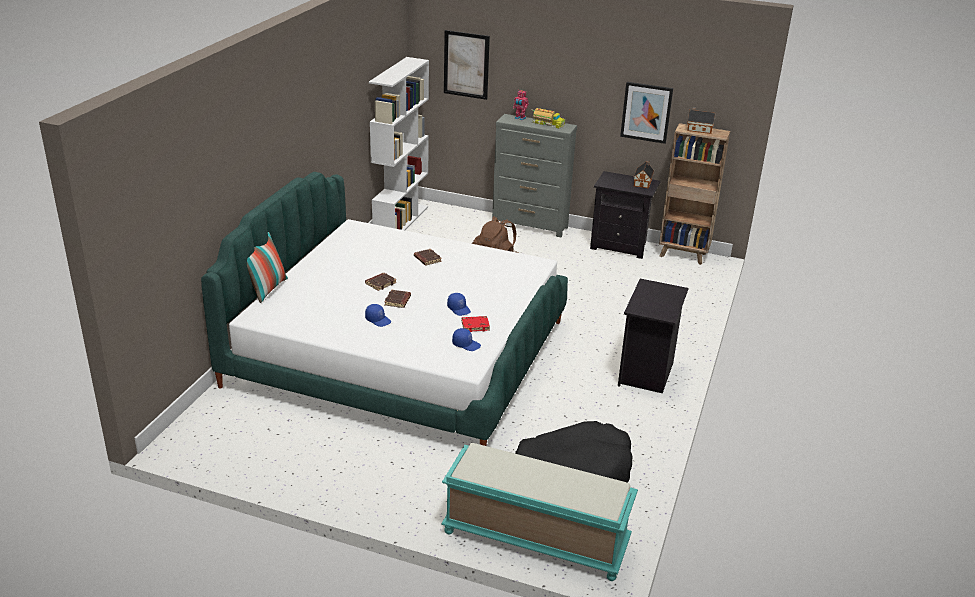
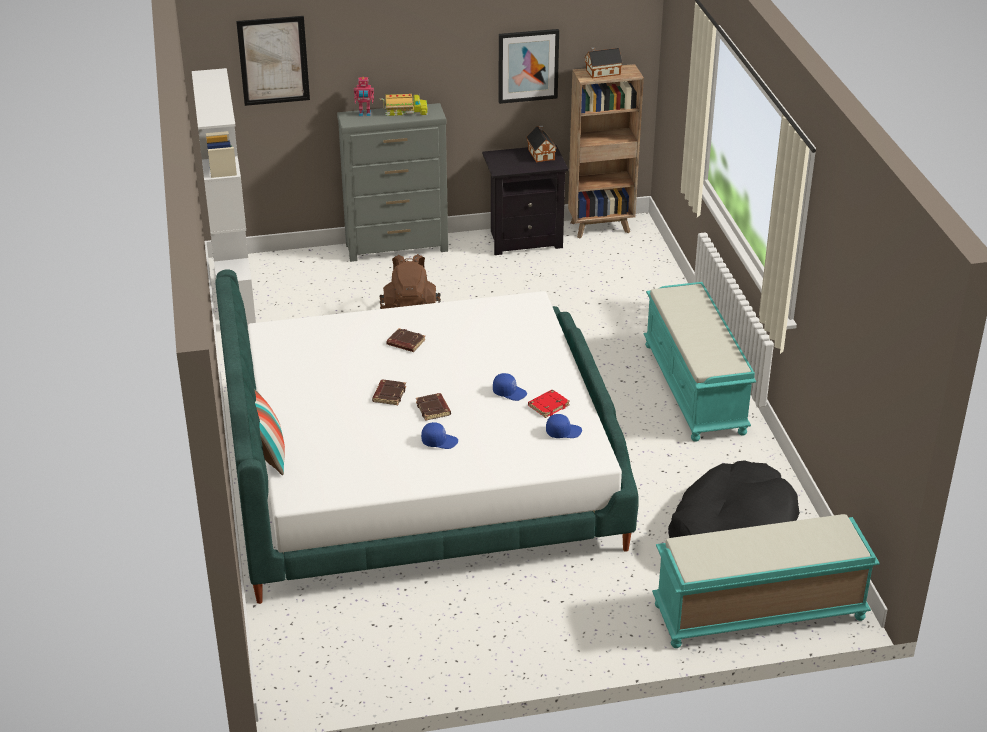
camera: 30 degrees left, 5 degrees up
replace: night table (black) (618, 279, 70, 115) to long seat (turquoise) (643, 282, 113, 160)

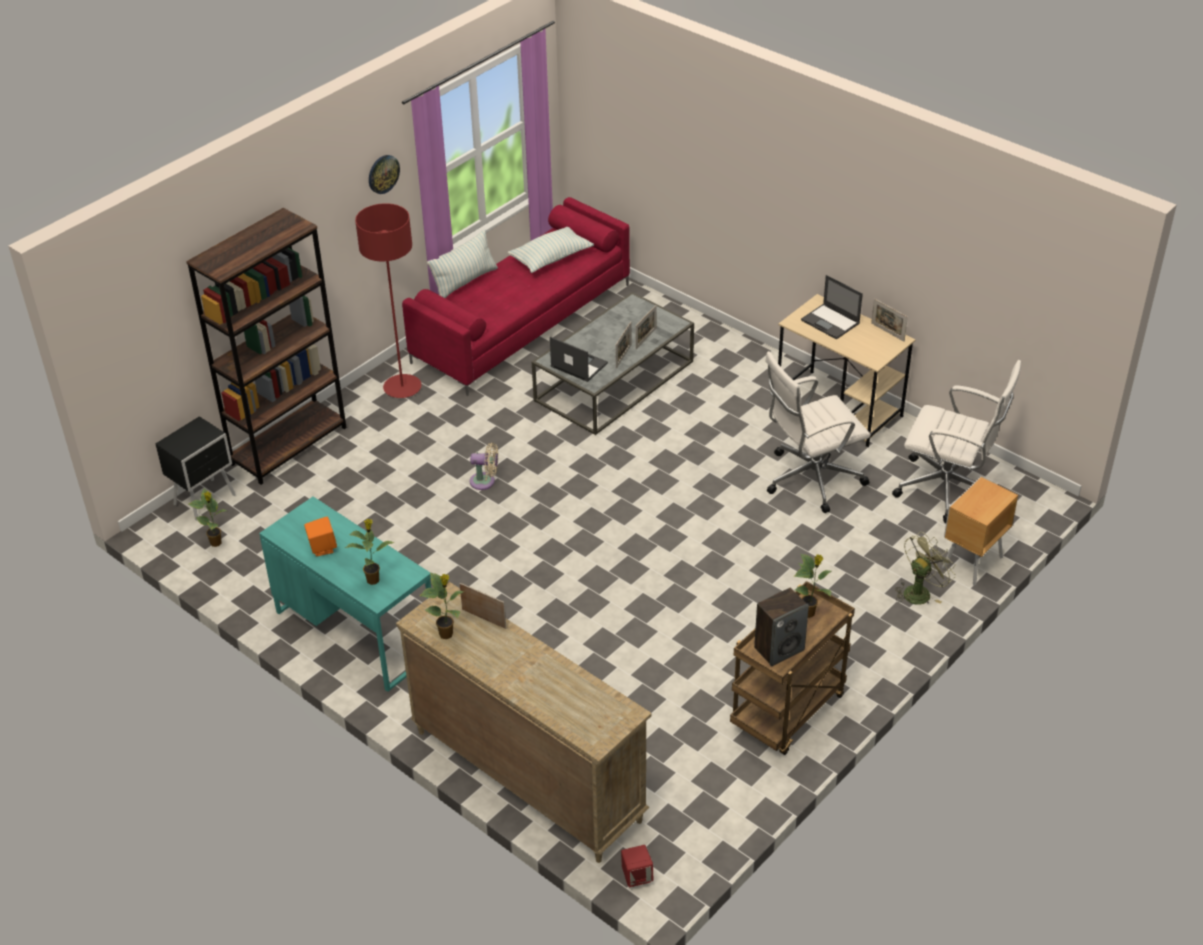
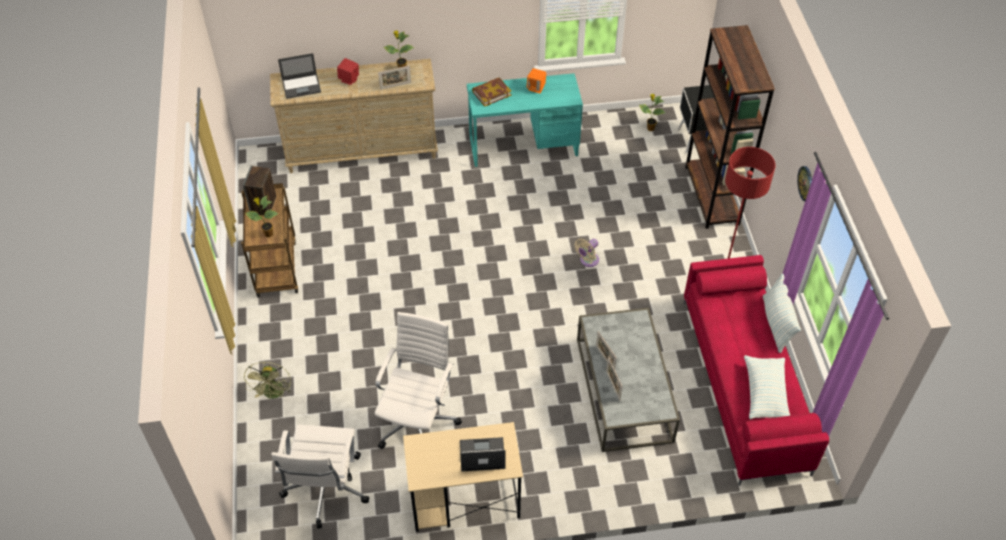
camera: 130 degrees right, 10 degrees up
delete: photo frame (871, 298, 37, 44); night table (brownish) (942, 477, 76, 109)
move: portable computer (550, 337, 58, 45) to (278, 53, 43, 46); audio speaker (red-coloured) (621, 845, 33, 42) to (337, 58, 22, 27)
replace: plant in a pot (345, 519, 50, 66) to volume (472, 77, 39, 30)
rotate: desk chair (white) (892, 360, 129, 163) = (271, 425, 98, 104) 60 degrees counterclockwise

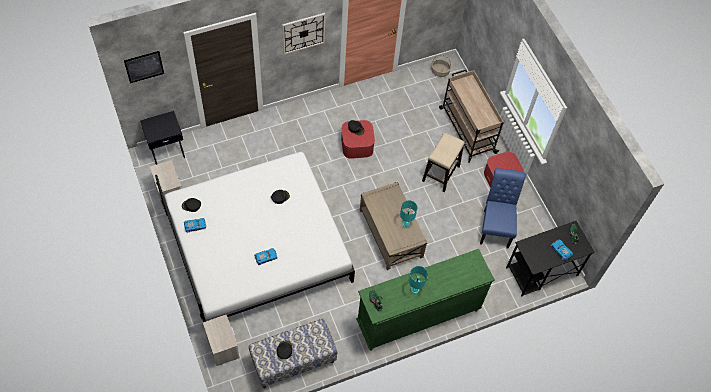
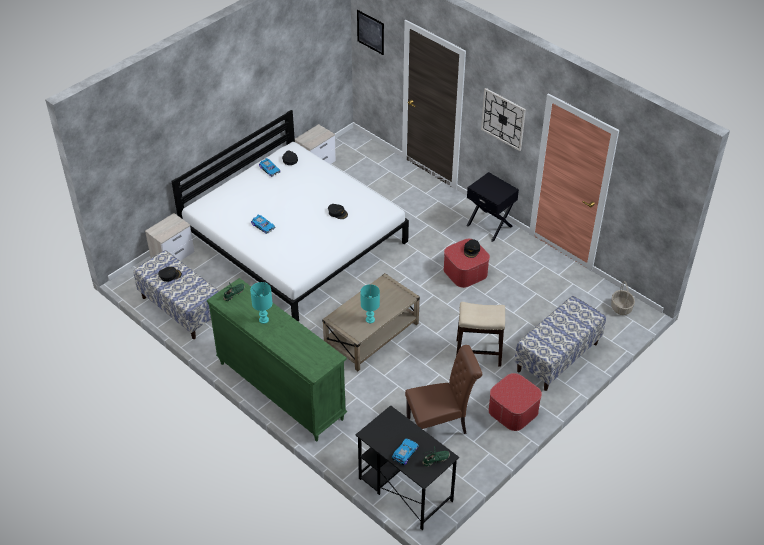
camera: 70 degrees right, 15 degrees down
move: night table (black) (140, 111, 45, 54) to (467, 172, 52, 70)
replace: wheeled cart (beige-coloured) (439, 70, 65, 93) to long seat (514, 296, 92, 95)
recolor: chair (bluish) (480, 168, 46, 81) to chair (brownish) (405, 345, 77, 89)

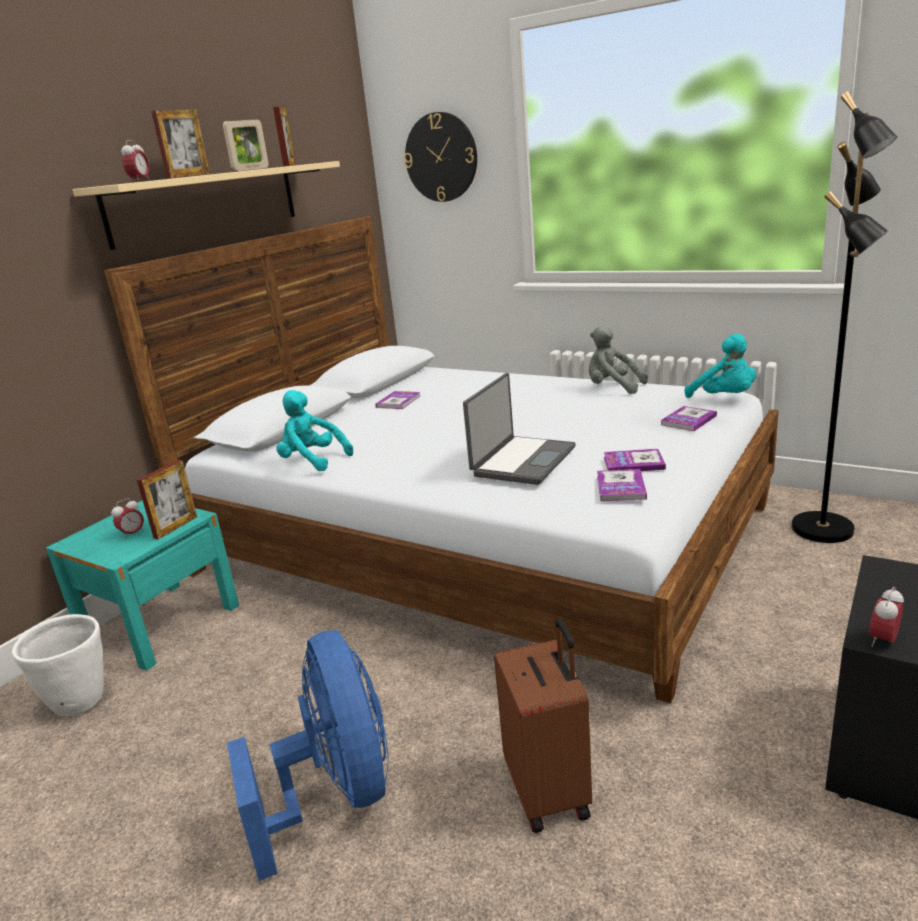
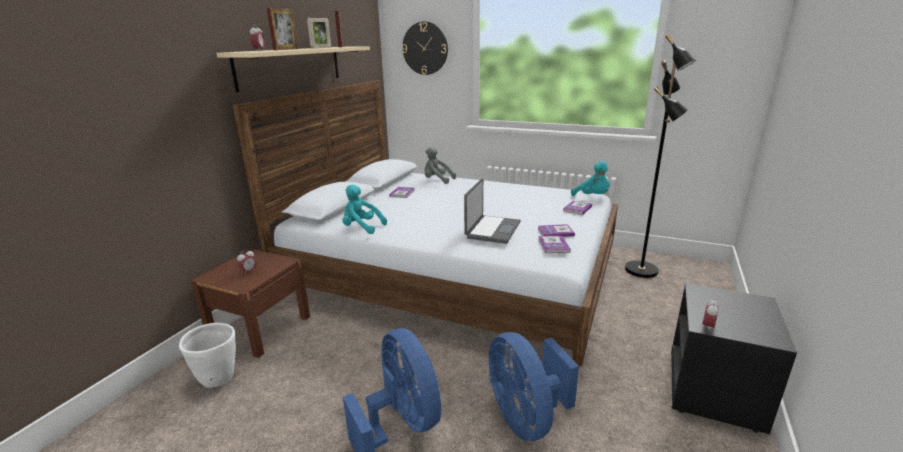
camera: 10 degrees left, 0 degrees up
delete: photo frame (137, 460, 60, 79)
move: soft toy (gray) (589, 326, 59, 68) to (425, 147, 31, 37)
replace: suitcase (brownish) (494, 619, 98, 214) to fan (bluish) (489, 332, 90, 109)
recolor: night table (turquoise) (46, 500, 193, 171) to night table (brownish) (191, 249, 119, 109)

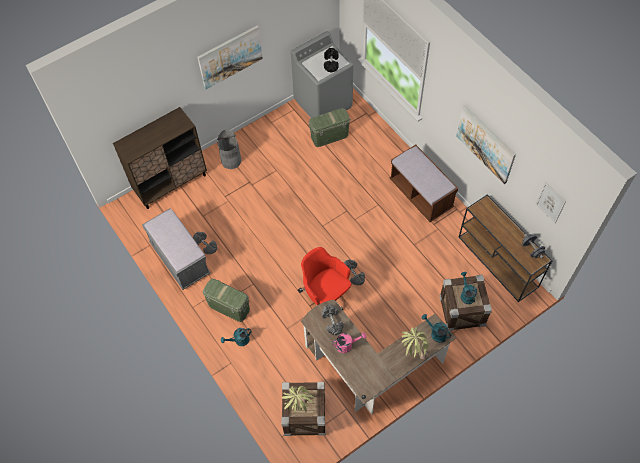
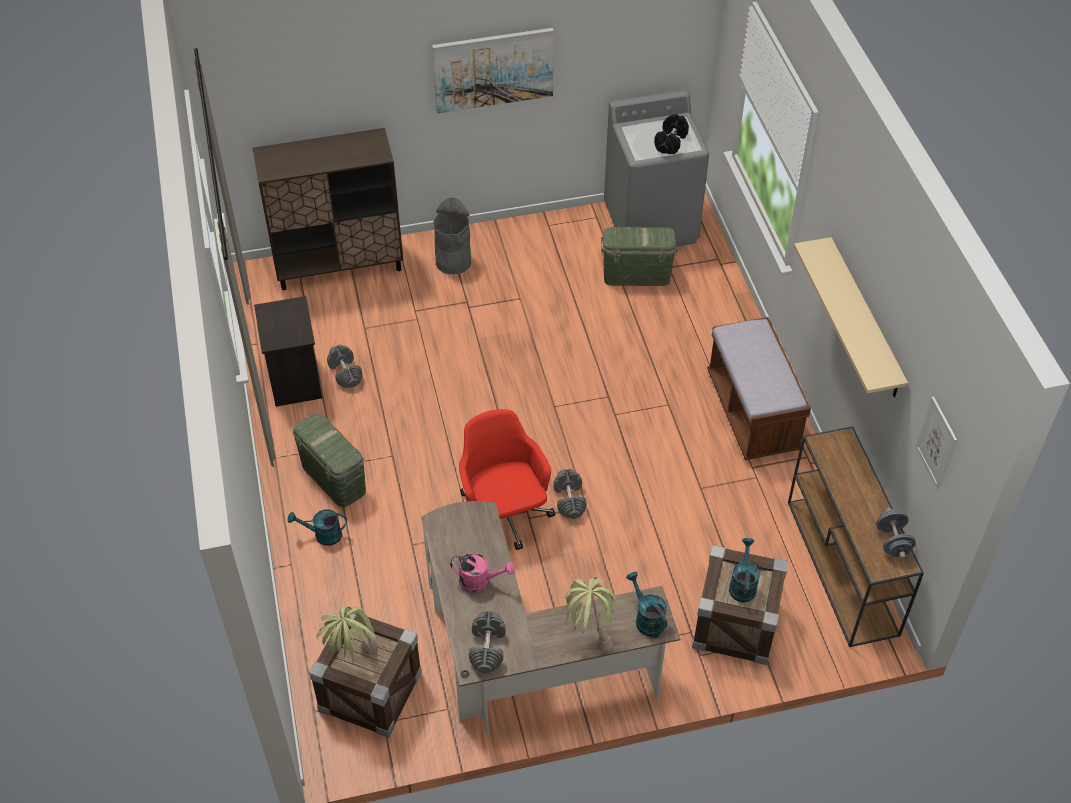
camera: 20 degrees right, 10 degrees down
move: dumbbell (gray) (322, 304, 22, 32) to (469, 611, 37, 62)
replace: long seat (gray) (142, 209, 68, 81) to night table (black) (254, 296, 68, 111); wall picture (456, 105, 60, 79) to bracket shelf (beige-coloured) (794, 237, 114, 160)

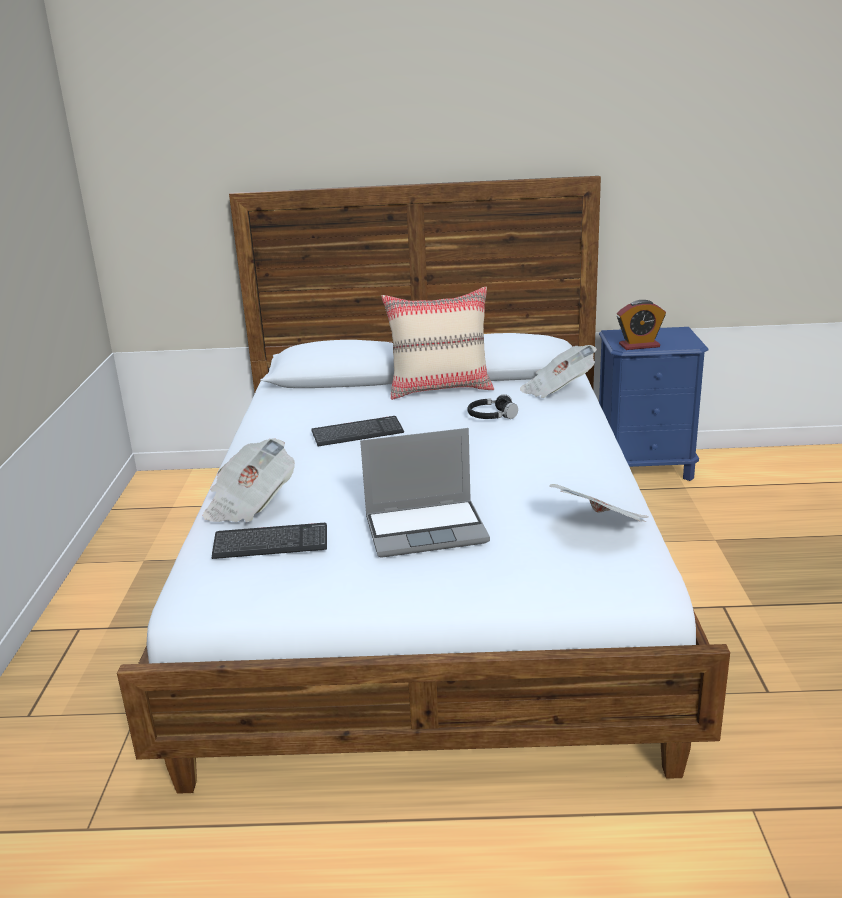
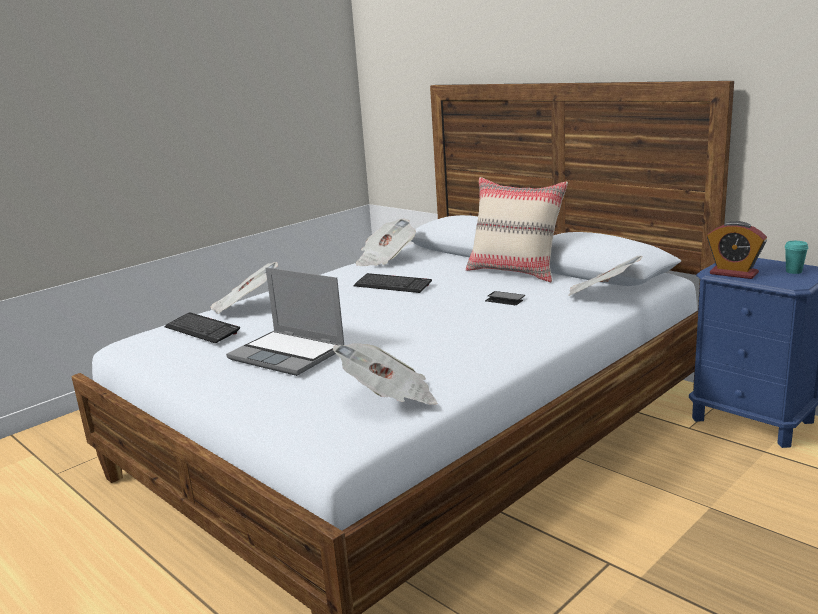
camera: 45 degrees right, 5 degrees down
insert: printed paper (356, 219, 60, 47); small cup (turquoise) (785, 241, 23, 33)
replace: pair of headphones (black) (467, 394, 51, 25) to handset (485, 291, 40, 14)

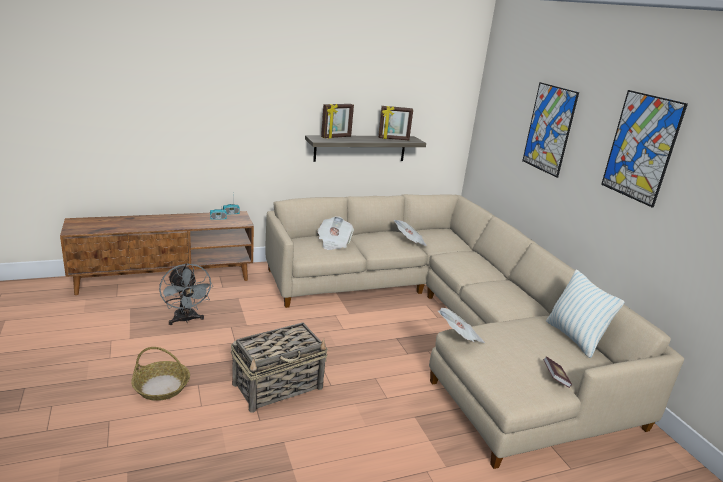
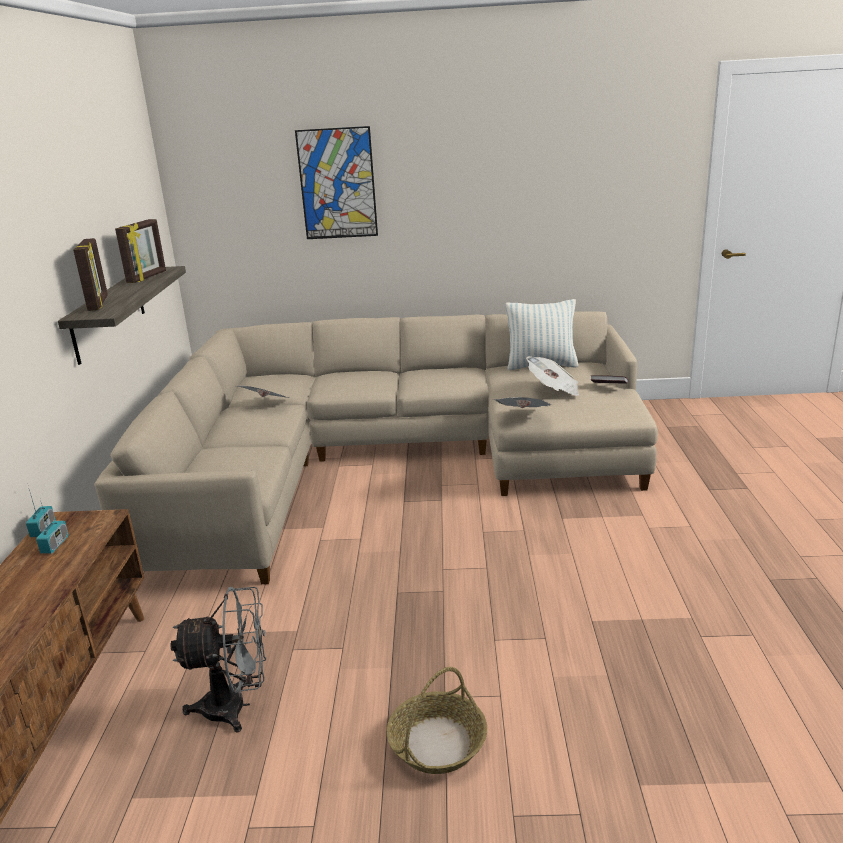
camera: 65 degrees left, 0 degrees up
delete: storage basket (231, 322, 97, 91); wall picture (601, 90, 87, 118)
move: printed paper (317, 216, 37, 34) to (526, 356, 53, 40)

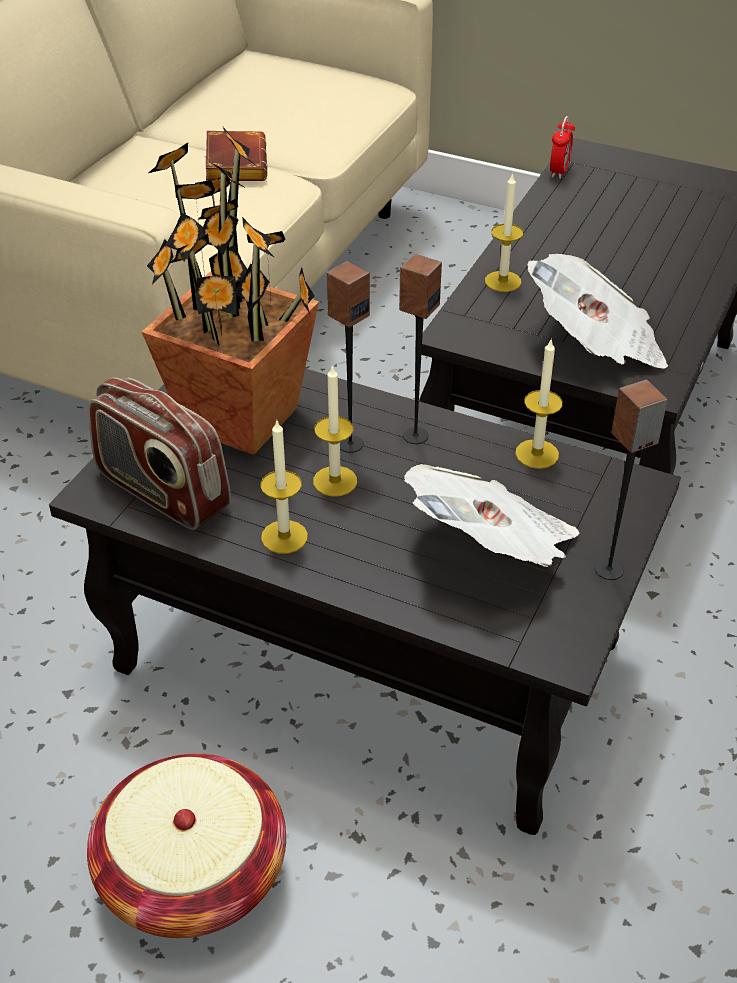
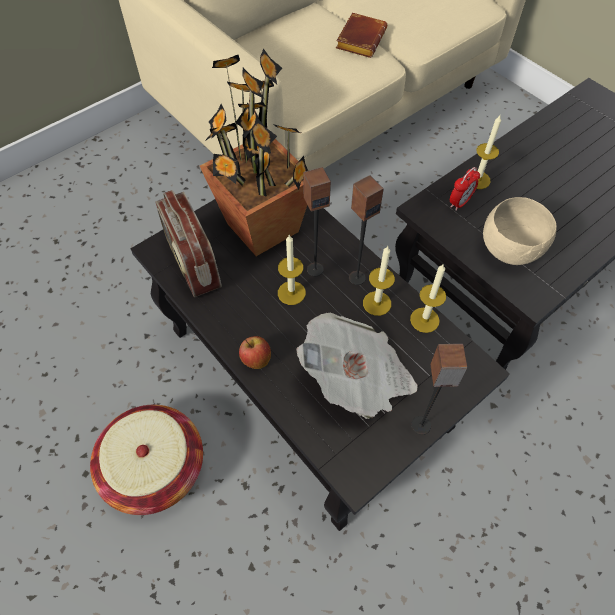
camera: 25 degrees right, 15 degrees up
insert: whole apple (239, 336, 32, 33)
move: wax candle (260, 421, 48, 133) to (363, 246, 32, 70); bedside clock (550, 116, 25, 63) to (450, 167, 30, 44)
replace: printed paper (527, 254, 142, 115) to serving bowl (beige-coloured) (483, 197, 74, 68)

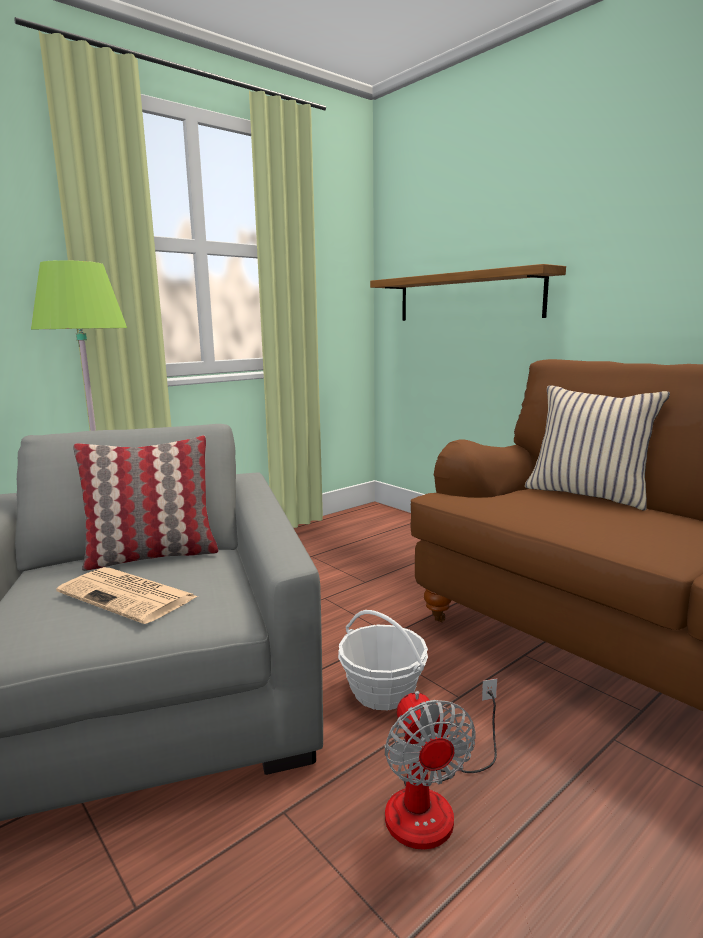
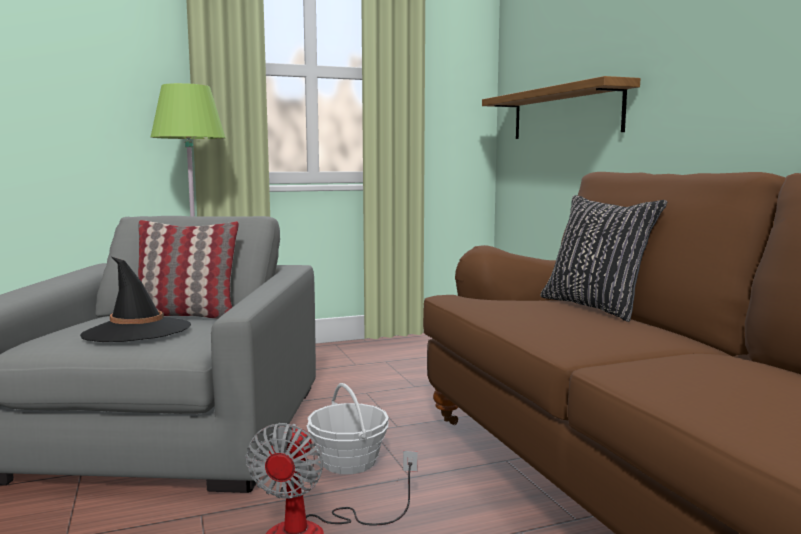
camera: 20 degrees right, 5 degrees down
replace: printed paper (56, 567, 142, 57) to hat (black) (80, 257, 111, 85)
recolor: cushion (beige-coloured) (525, 385, 145, 126) to cushion (black) (540, 195, 127, 127)

